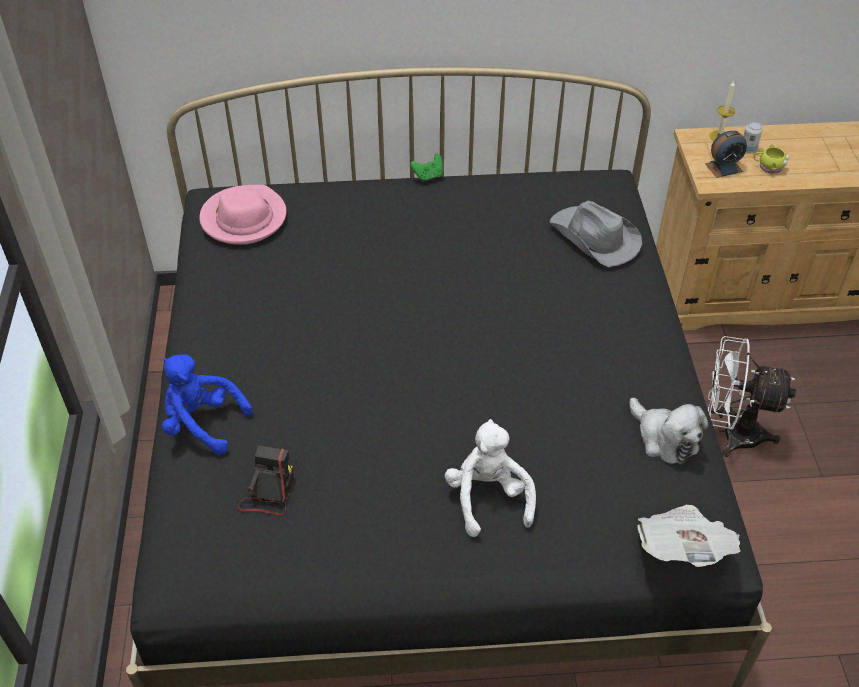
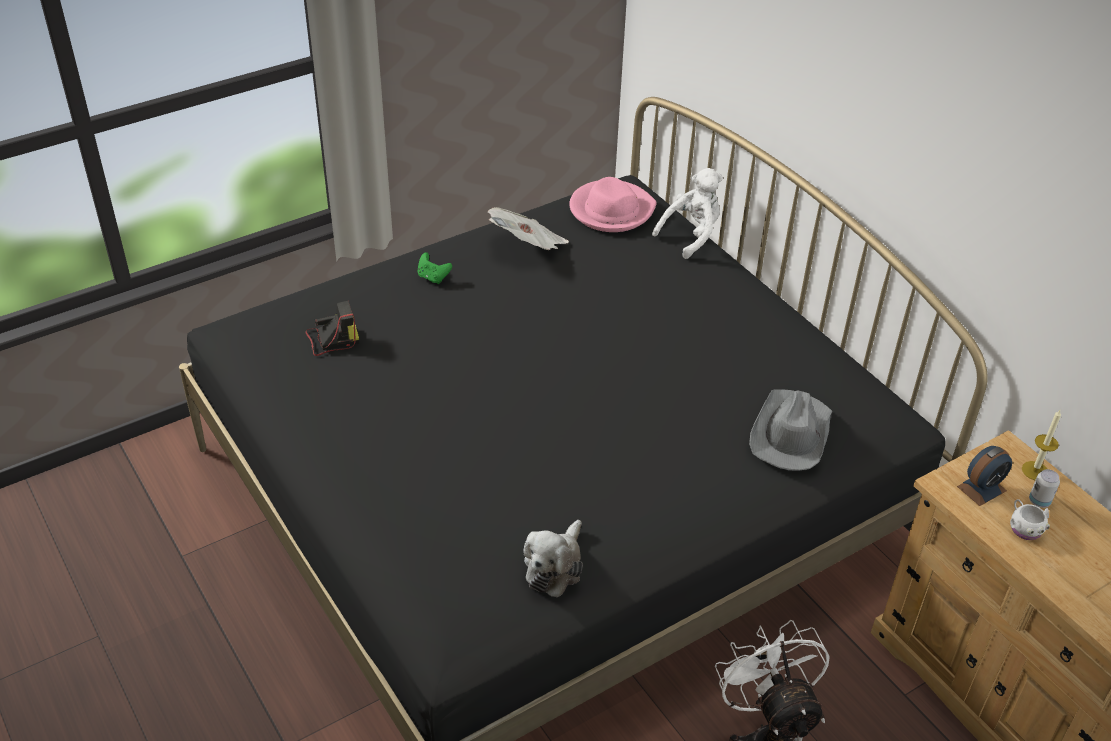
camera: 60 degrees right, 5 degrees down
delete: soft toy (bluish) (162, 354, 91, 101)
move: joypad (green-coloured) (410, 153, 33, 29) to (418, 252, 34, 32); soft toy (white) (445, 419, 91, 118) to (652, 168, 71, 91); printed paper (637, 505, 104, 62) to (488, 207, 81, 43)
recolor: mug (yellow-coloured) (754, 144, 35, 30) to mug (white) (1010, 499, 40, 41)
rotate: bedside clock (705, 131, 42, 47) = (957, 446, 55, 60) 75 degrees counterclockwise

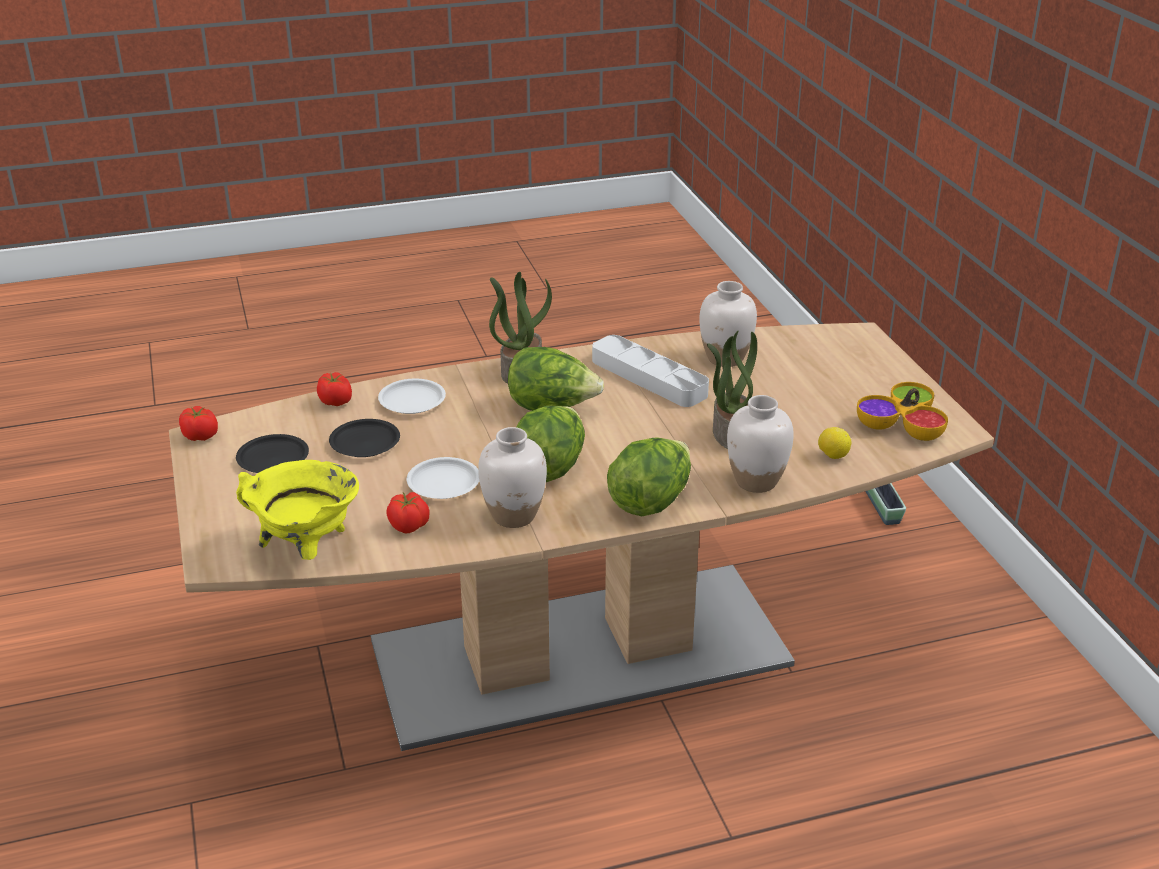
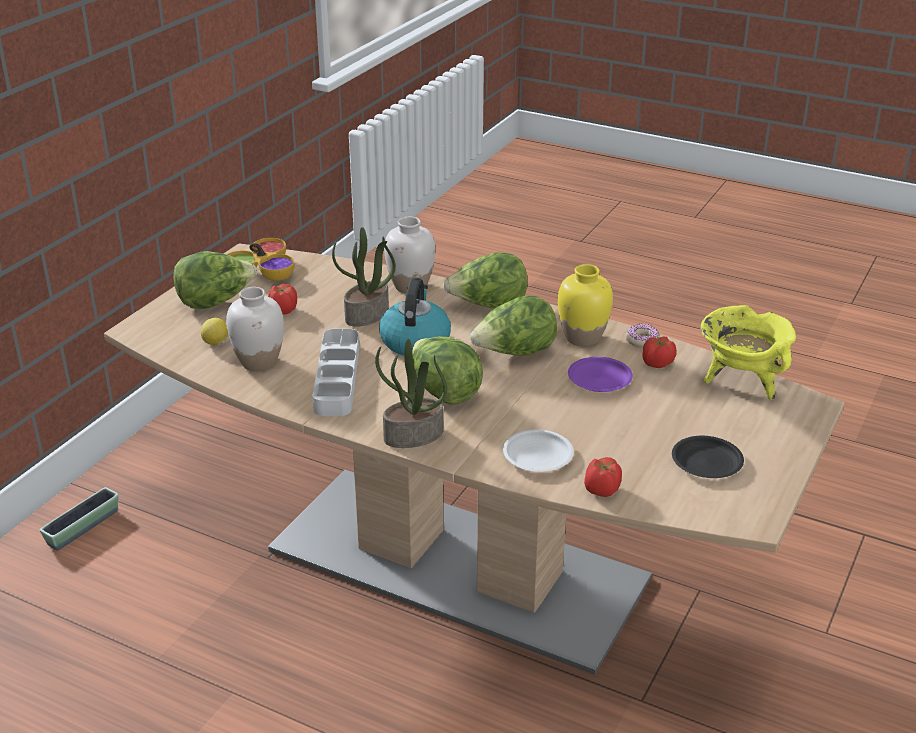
camera: 135 degrees left, 0 degrees up
delete: dinner plate (black) (329, 419, 71, 38)
insert: lettuce head (173, 251, 84, 58); kettle (379, 278, 72, 78); doughnut (626, 324, 34, 24)
move: whole tomato (179, 406, 39, 35) to (268, 283, 29, 32); lemon (818, 427, 33, 32) to (201, 318, 27, 27)
recolor: dinner plate (white) (407, 457, 72, 42) to dinner plate (purple) (568, 357, 65, 35); flower vase (white) (478, 427, 69, 101) to flower vase (yellow-coloured) (558, 264, 55, 82)

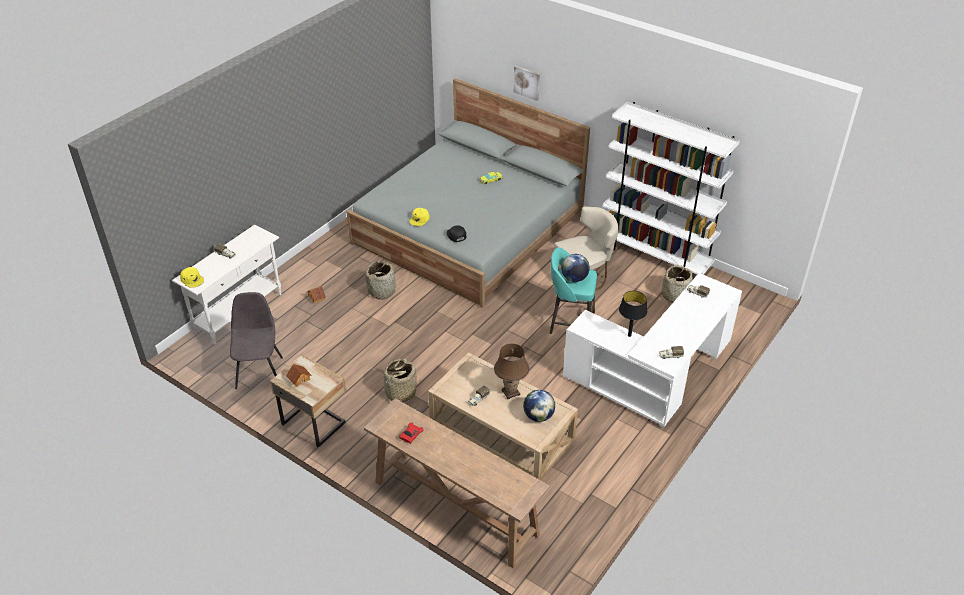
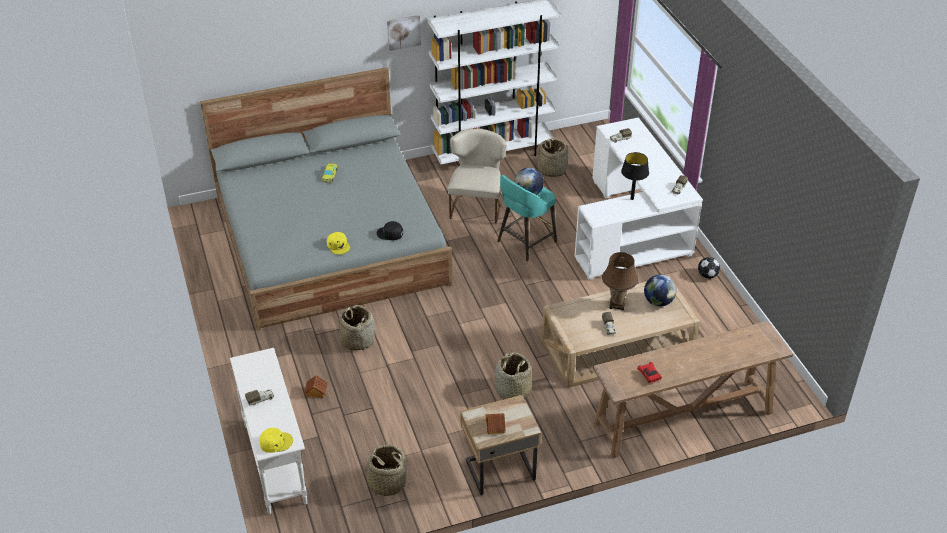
camera: 55 degrees left, 0 degrees up
insert: ball for football (698, 257, 22, 22)
move: wall picture (514, 66, 26, 35) to (387, 15, 34, 36)
replace: chair (gray) (230, 292, 53, 97) to storage basket (360, 445, 49, 51)

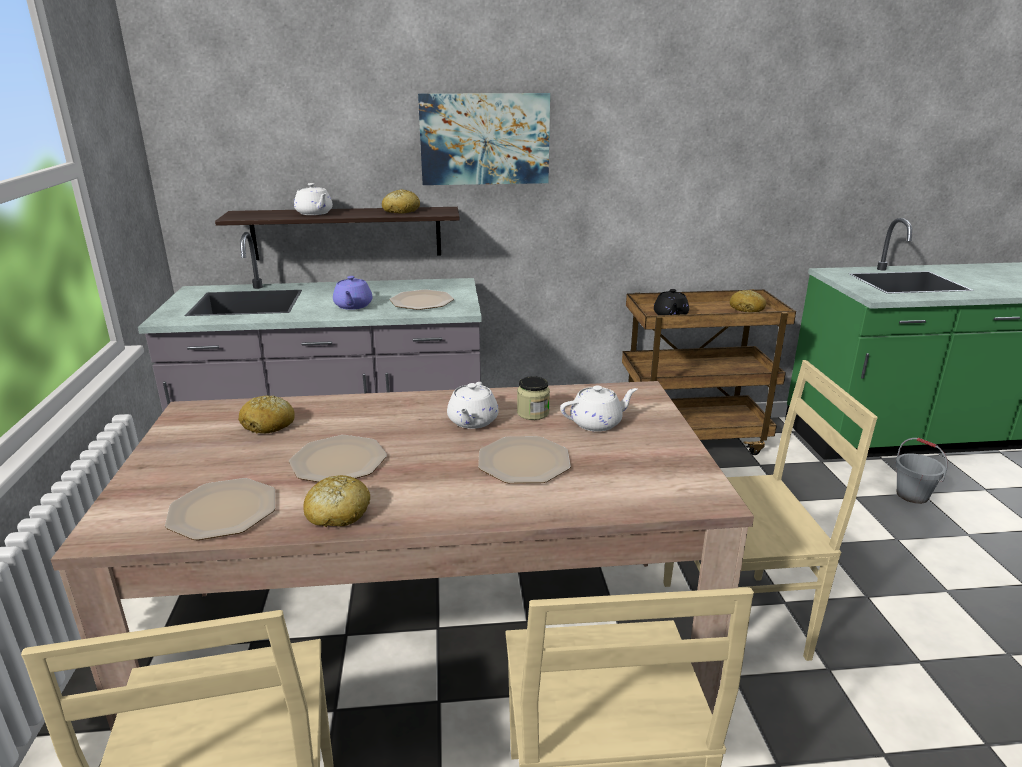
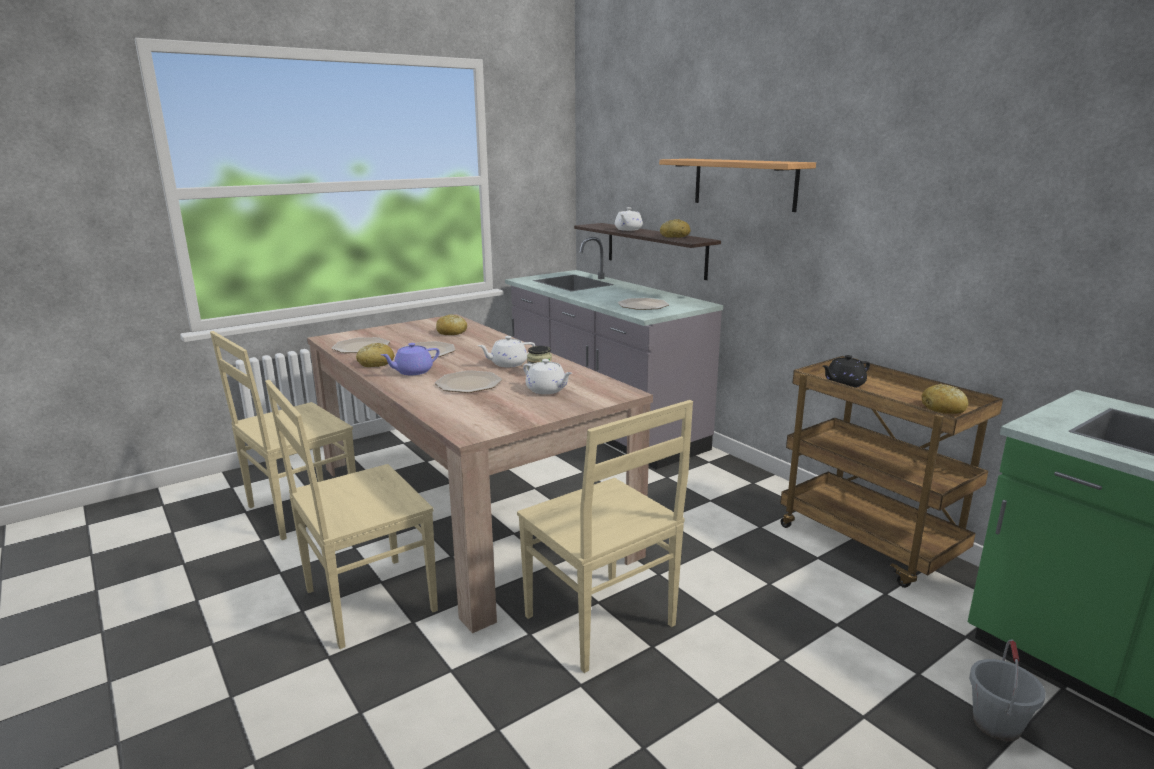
camera: 60 degrees right, 5 degrees down
move: pot for tea (purple) (333, 276, 39, 34) to (381, 343, 59, 32)
replace: wall picture (418, 93, 132, 92) to bracket shelf (659, 159, 157, 53)

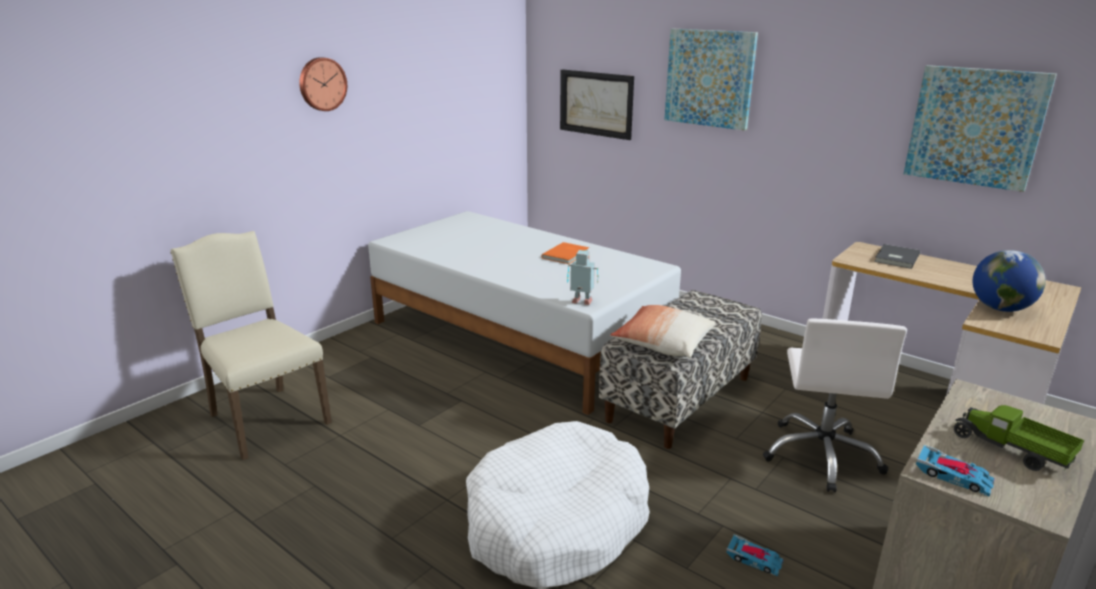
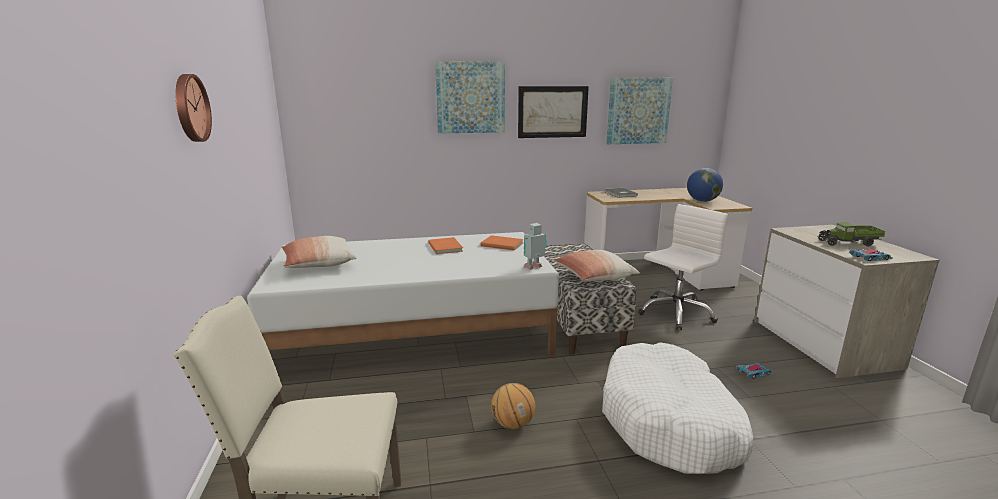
camera: 50 degrees left, 5 degrees down
insert: cushion (282, 236, 75, 32); volume (orange) (480, 235, 44, 16); basketball ball (491, 383, 44, 46)
move: wall picture (560, 69, 74, 71) to (518, 86, 71, 52)
rotate: desk chair (white) (763, 319, 144, 174) = (638, 204, 90, 126) 90 degrees counterclockwise

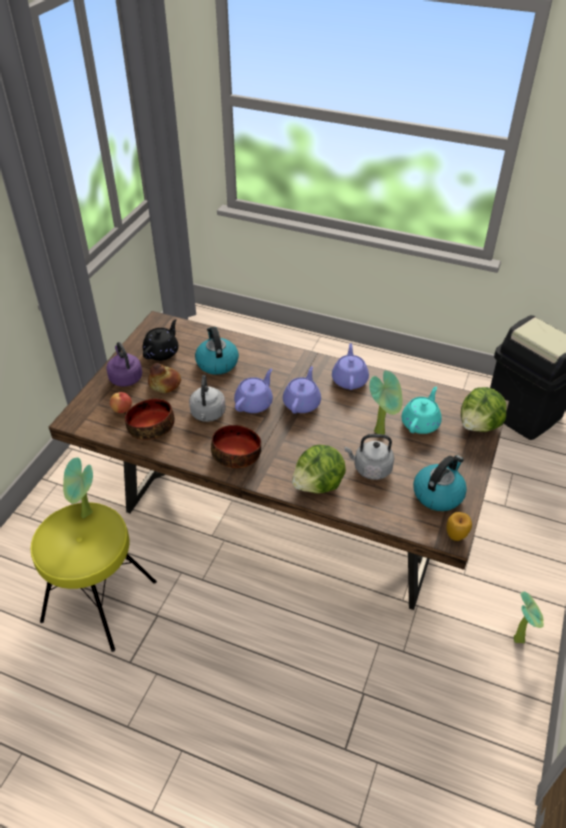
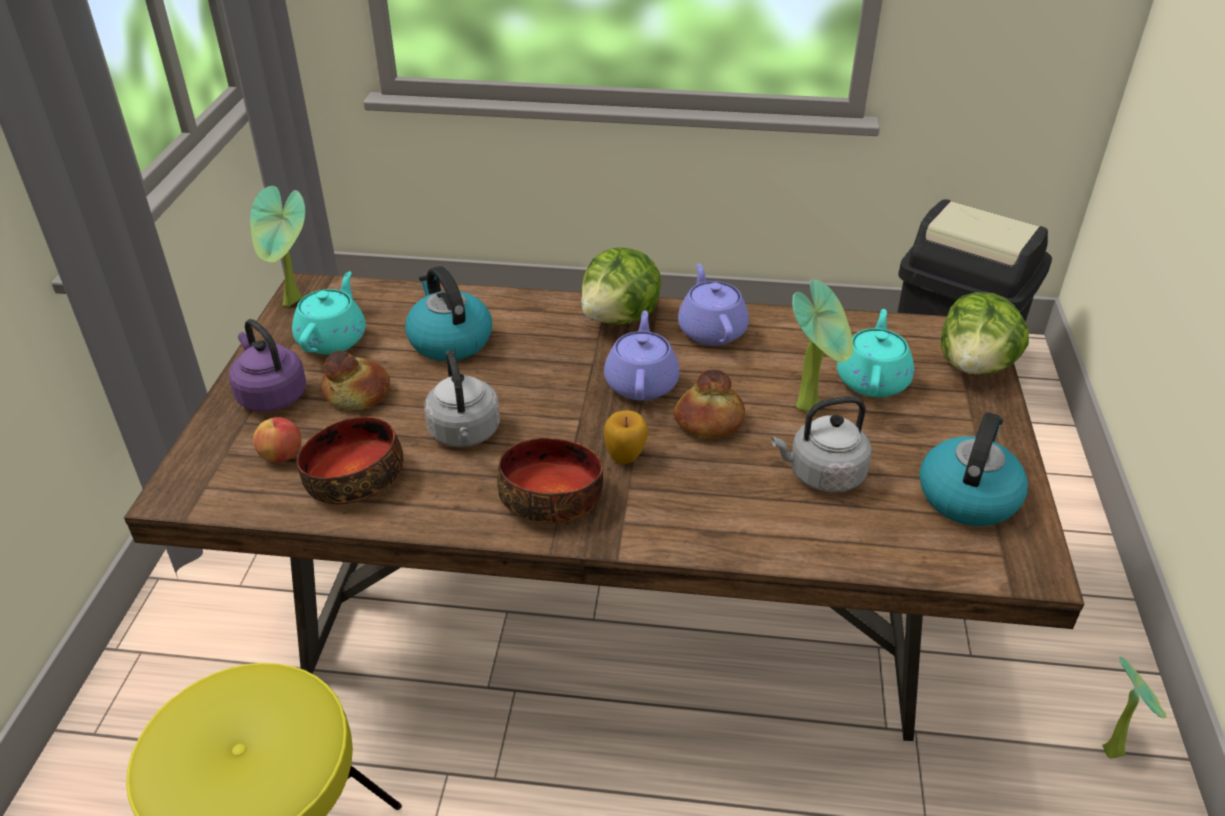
camera: 15 degrees left, 5 degrees down
delete: pot for tea (purple) (234, 369, 39, 44)
insert: bread (674, 370, 71, 69)
move: plant in a pot (63, 457, 30, 61) to (250, 186, 55, 121); lettuce head (292, 445, 54, 49) to (581, 247, 81, 78); whole apple (446, 512, 26, 29) to (604, 410, 44, 54)
recolor: pot for tea (black) (143, 319, 36, 42) to pot for tea (turquoise) (292, 271, 74, 83)

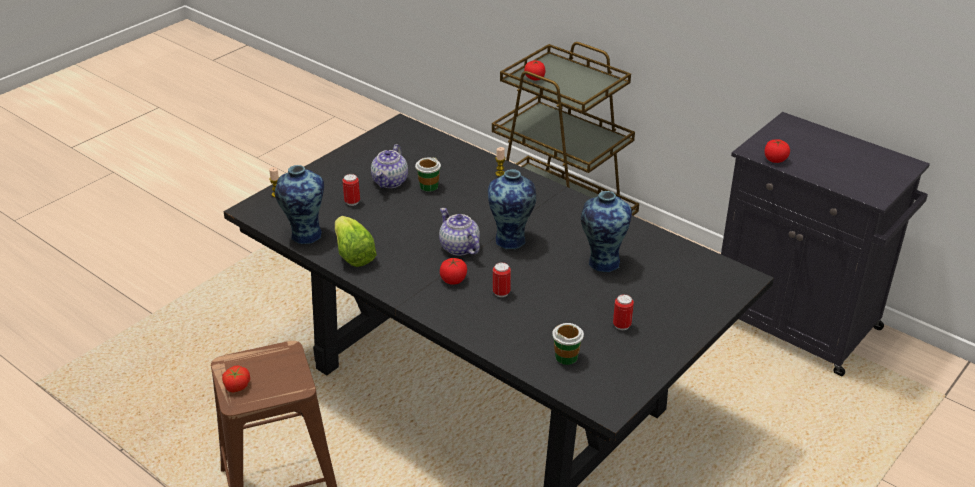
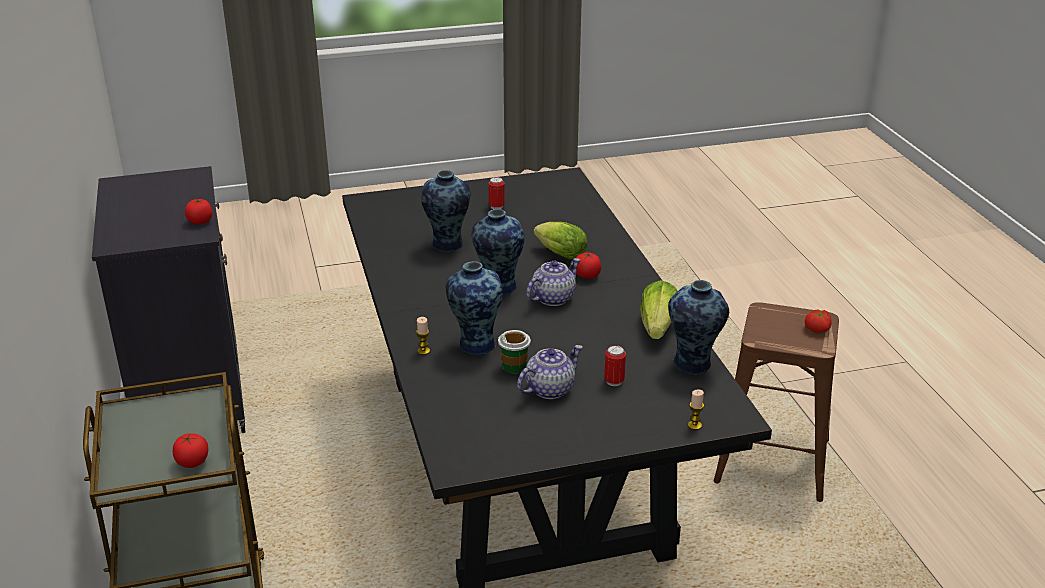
camera: 145 degrees left, 5 degrees down
delete: small cup (552, 323, 32, 42)
insert: flower vase (446, 261, 57, 94)
replace: metal can (493, 262, 18, 35) to lettuce head (533, 222, 54, 37)
rotate: pot for tea (439, 208, 41, 48) = (526, 258, 54, 48) 135 degrees counterclockwise

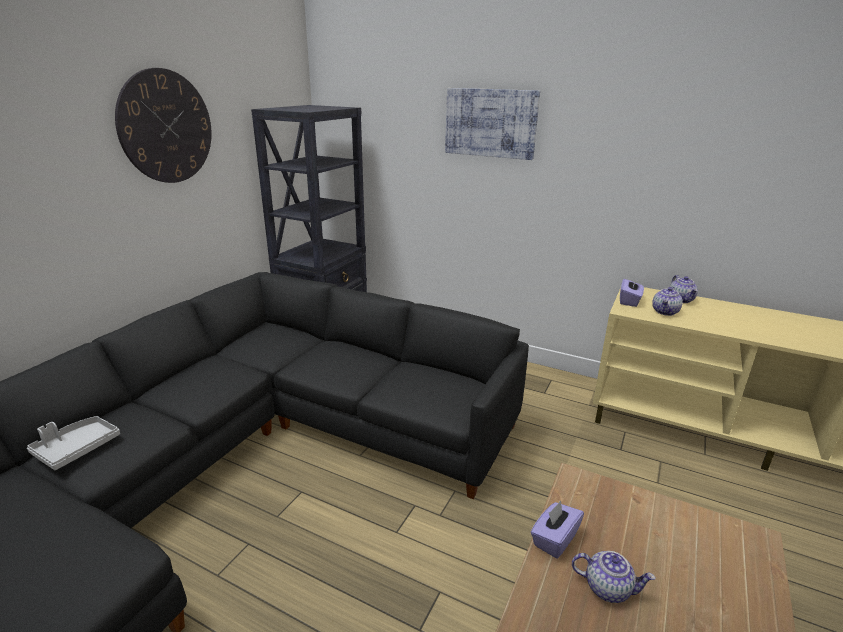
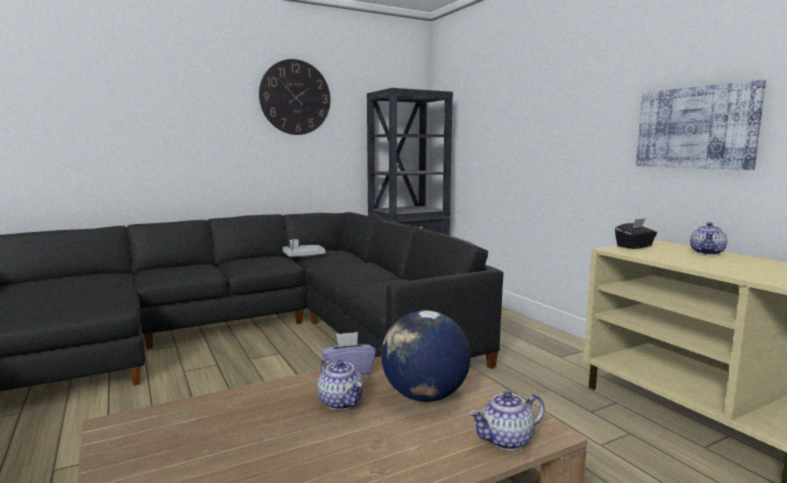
camera: 35 degrees right, 15 degrees down
insert: desk globe (381, 310, 90, 92)
move: tray (gray) (27, 416, 93, 54) to (283, 239, 43, 18); wall picture (445, 88, 95, 72) to (636, 80, 130, 90); pot for tea (652, 287, 31, 29) to (469, 391, 76, 59)
recolor: tissue box (purple) (620, 278, 24, 29) to tissue box (black) (615, 218, 42, 31)

